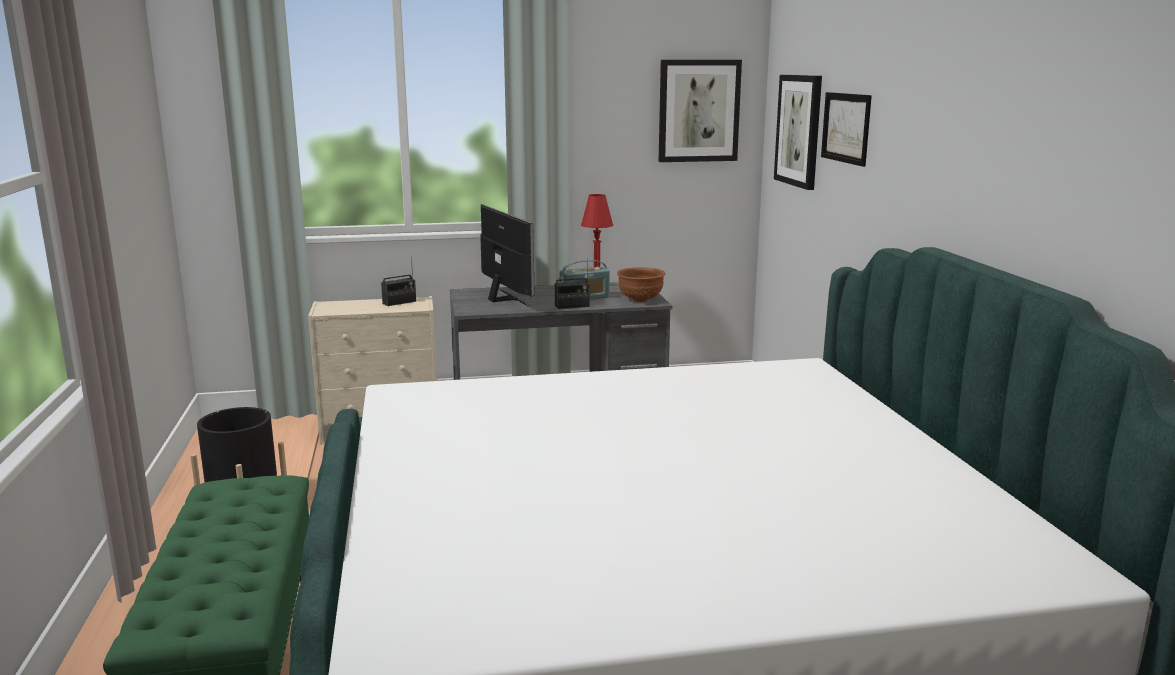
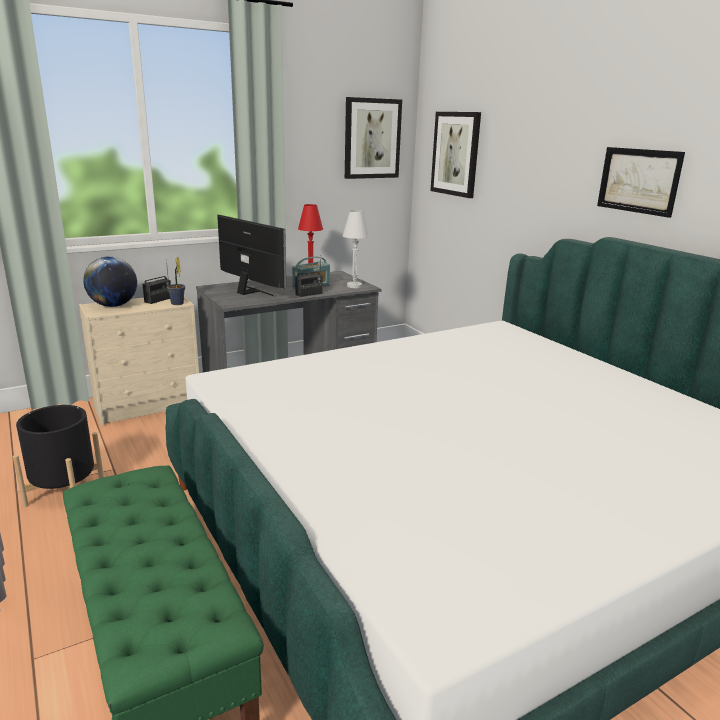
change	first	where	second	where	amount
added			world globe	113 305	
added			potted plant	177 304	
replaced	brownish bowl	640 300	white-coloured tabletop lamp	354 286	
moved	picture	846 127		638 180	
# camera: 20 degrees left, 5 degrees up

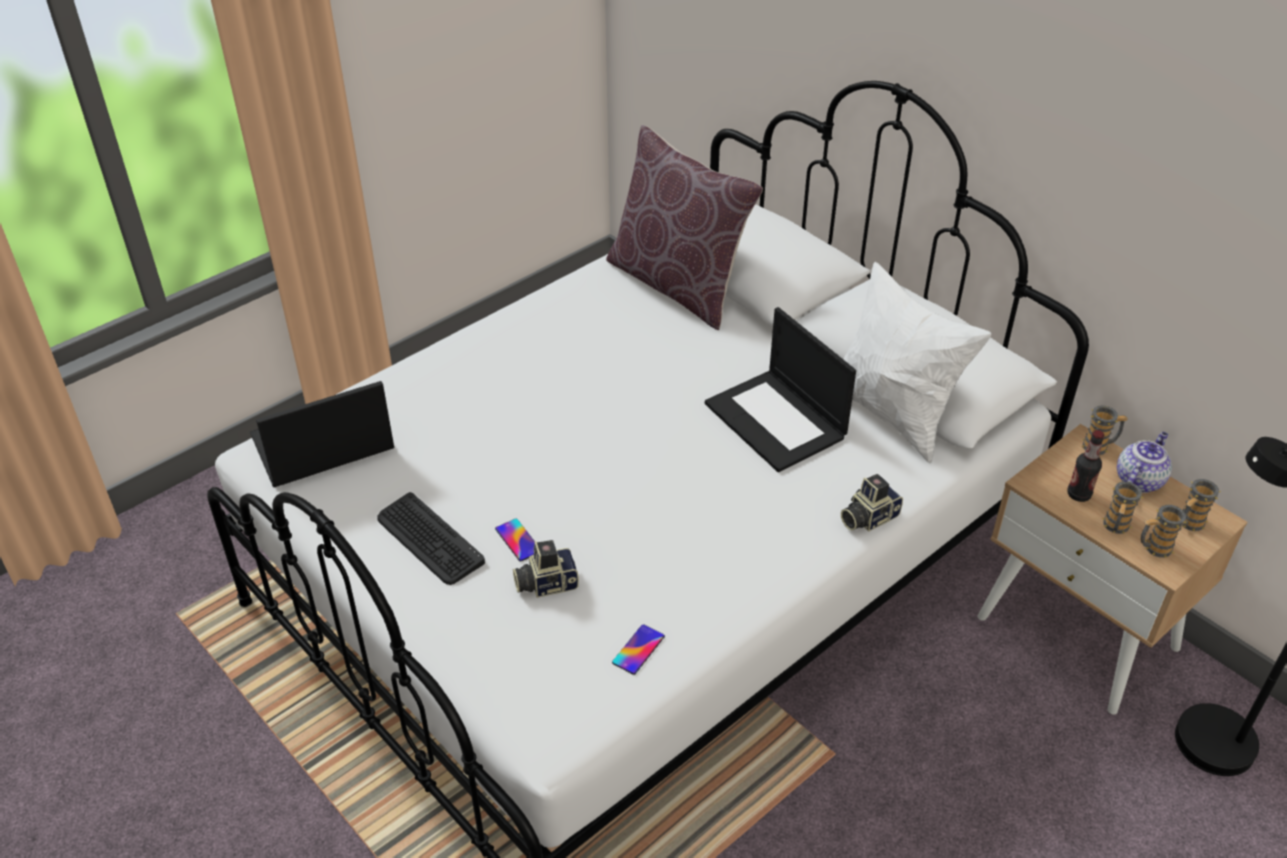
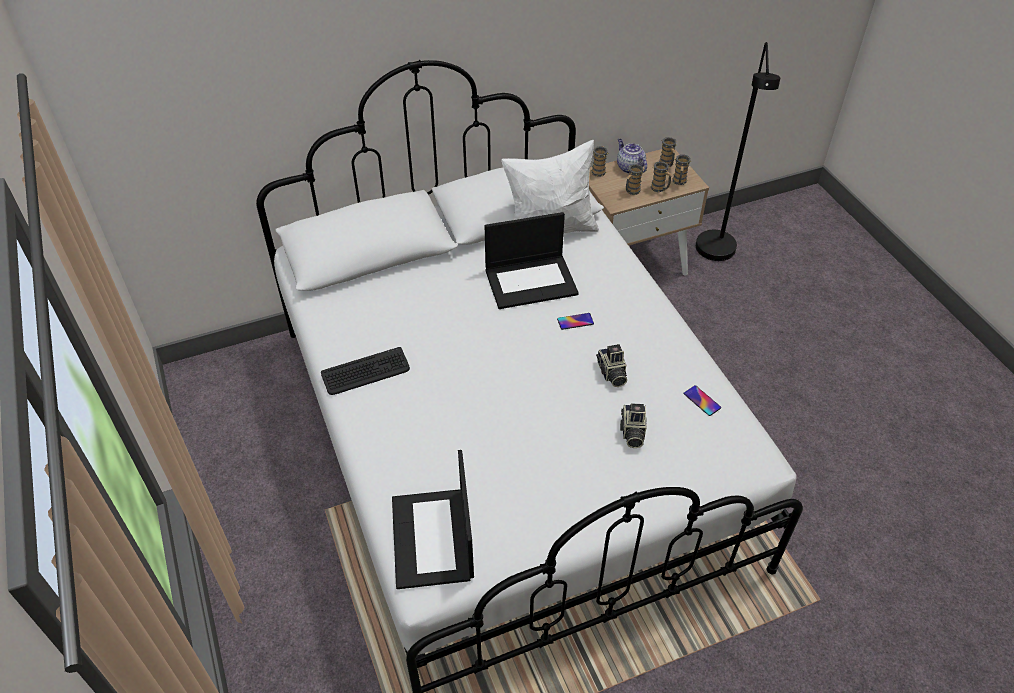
change	first	where	second	where	amount
moved	computer keyboard	429 540		366 372	
moved	phone	518 540		575 321	
moved	still camera	867 517		611 373	
replaced	beverage bottle	1078 494	coffee mug	631 191	
removed	brownish throw pillow	678 284			
# camera: 70 degrees left, 5 degrees up

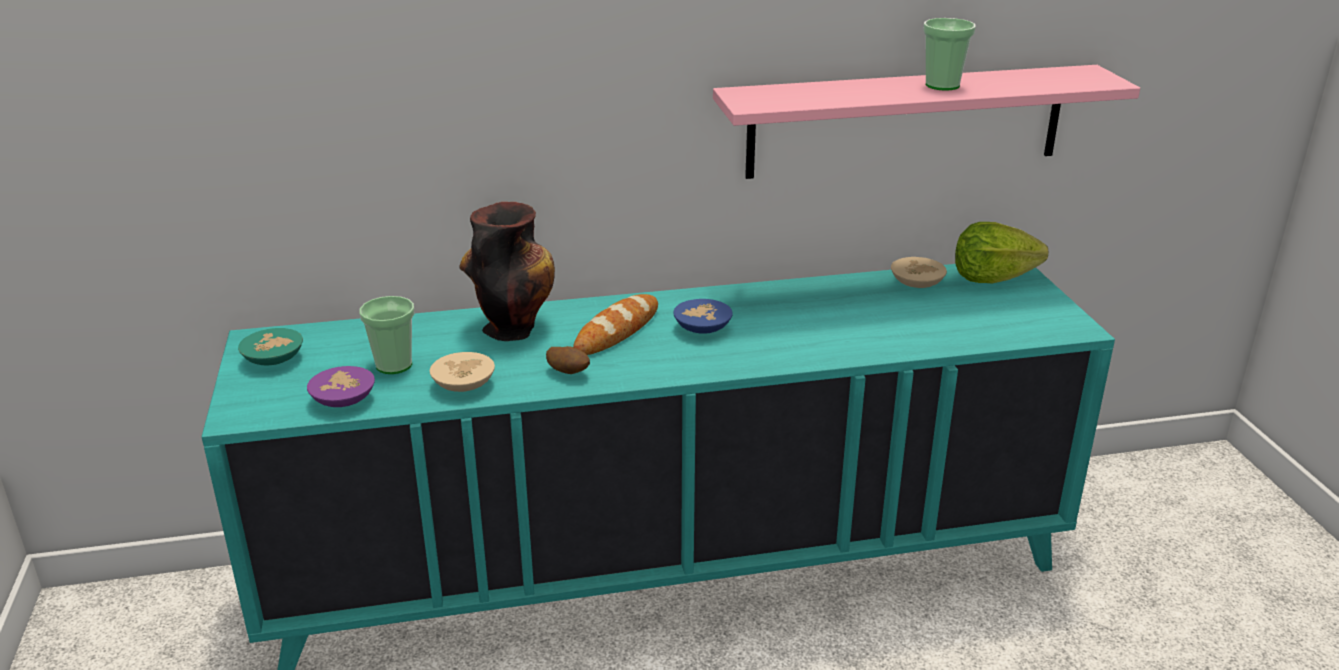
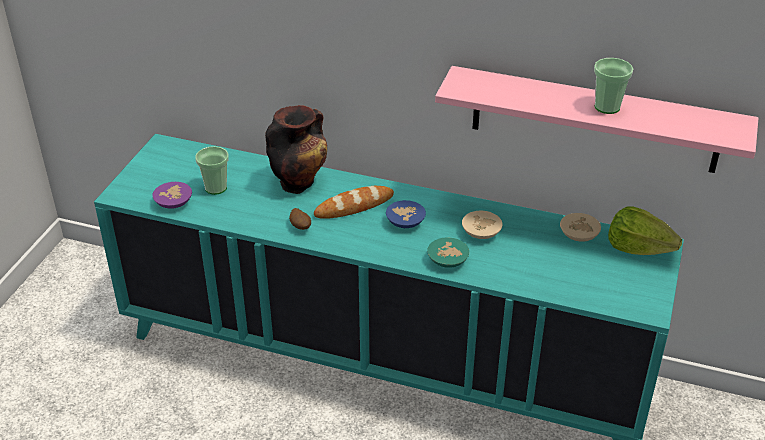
change	first	where	second	where	amount
moved	turquoise bowl	276 359		449 261	
moved	beige-coloured bowl	466 384		482 232	
# camera: 30 degrees right, 10 degrees up

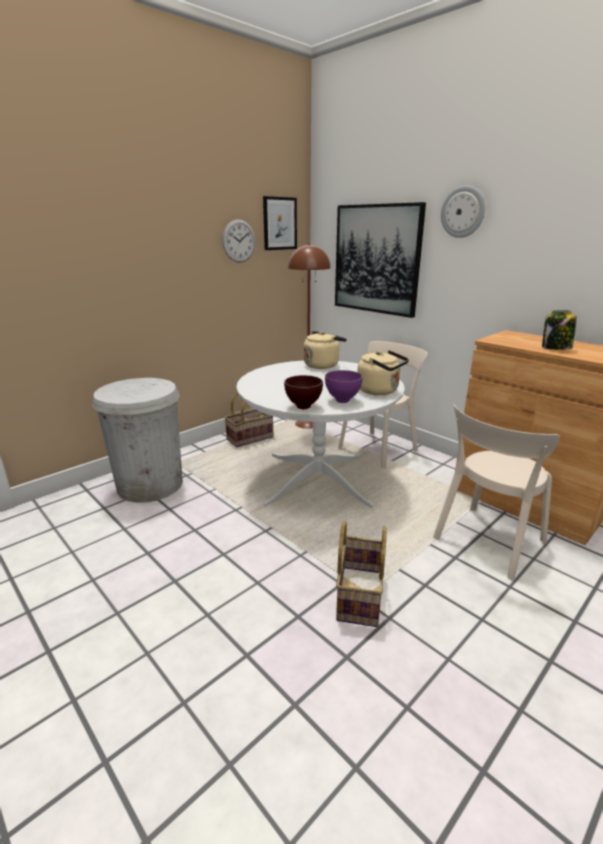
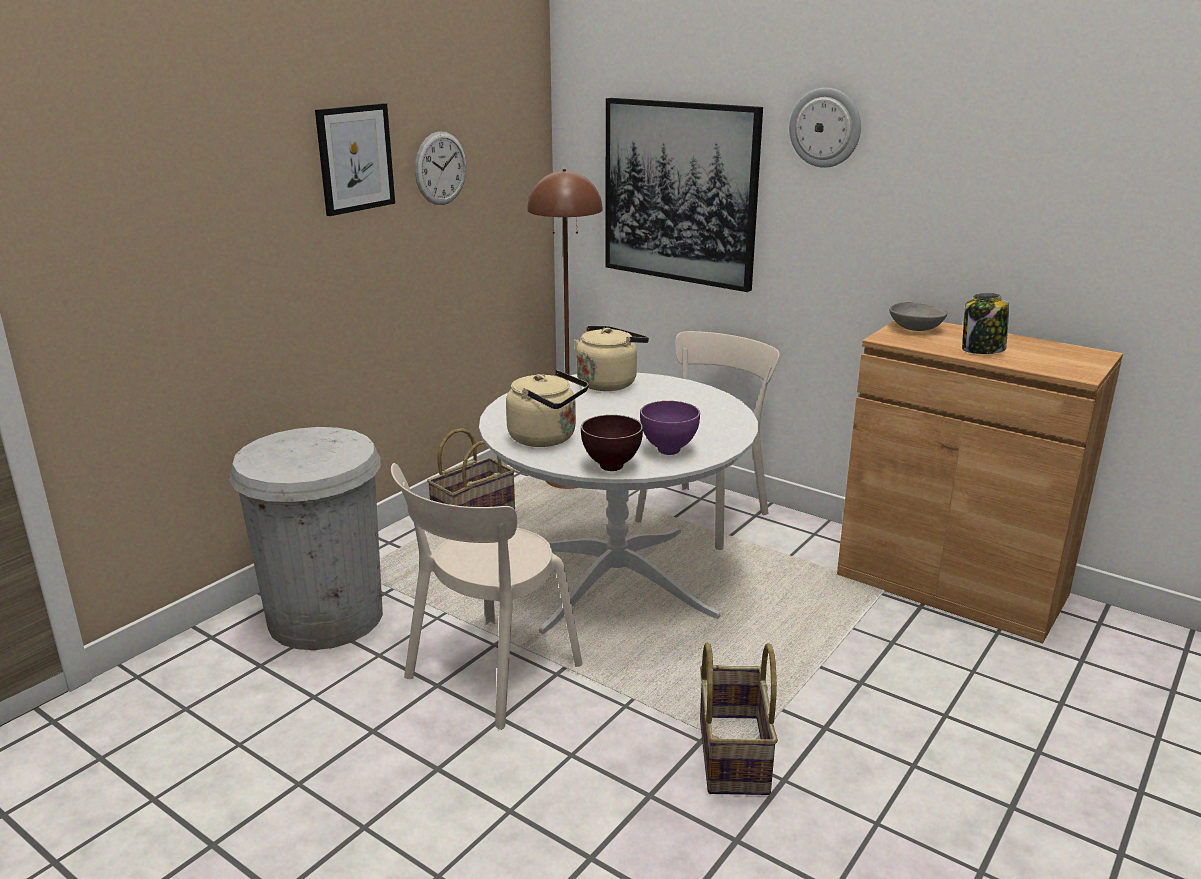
change	first	where	second	where	amount
moved	picture	280 223		355 158	
moved	beige-coloured plain chair	486 542		488 675	
moved	beige-coloured kettle	380 391		547 438	
added			grey bowl	915 329	
# camera: 10 degrees left, 0 degrees up

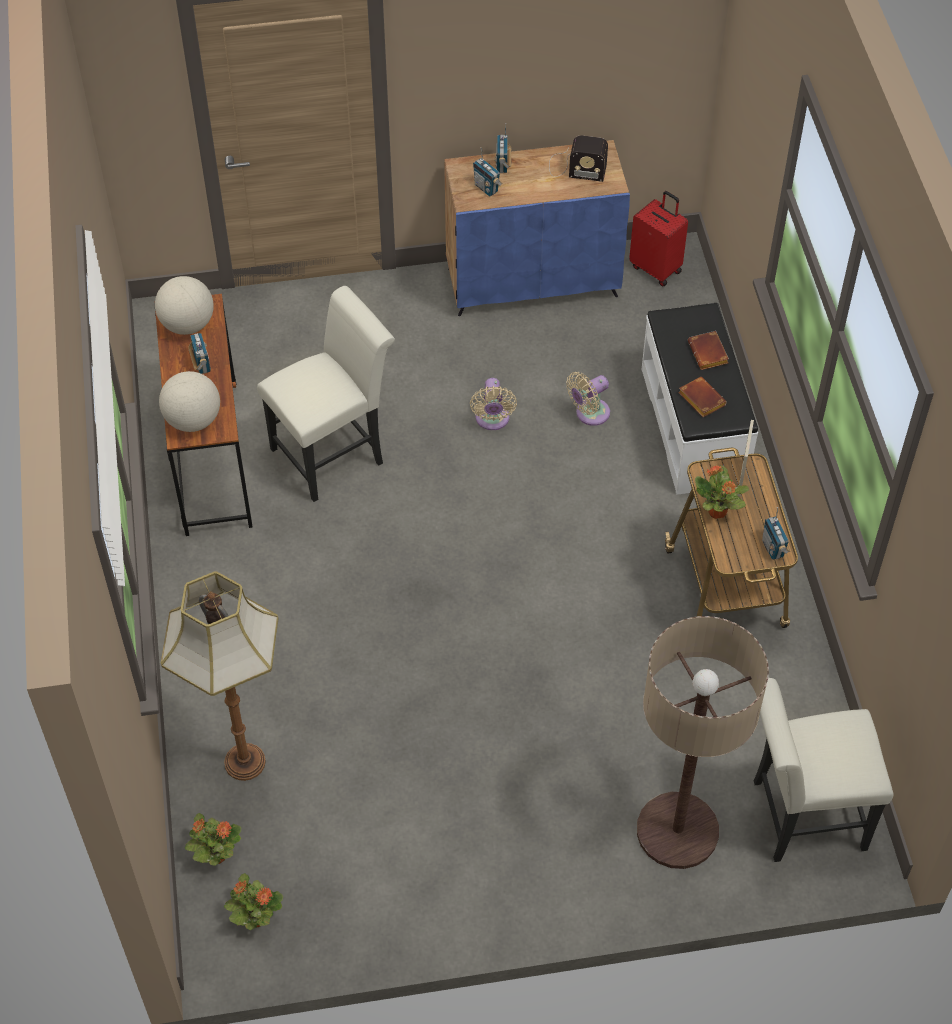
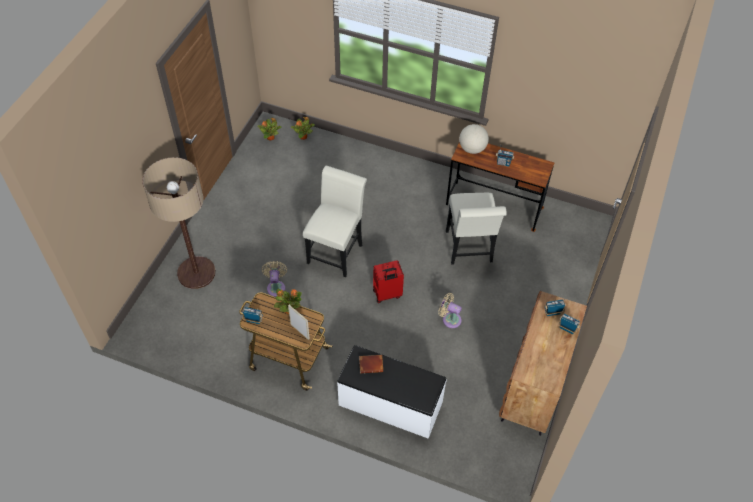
change	first	where	second	where	amount
moved	beige-coloured fan	589 414		276 286	
moved	white-coloured plain chair	799 816		336 251	
moved	red travel case	656 268		387 294	
recoloured	bluish cabinet	533 282	brownish cabinet	534 386	
removed	world globe	187 324			
removed	floor lamp	244 763			
removed	radio set	575 167			
removed	brownish book	709 354			
# camera: 120 degrees right, 0 degrees up

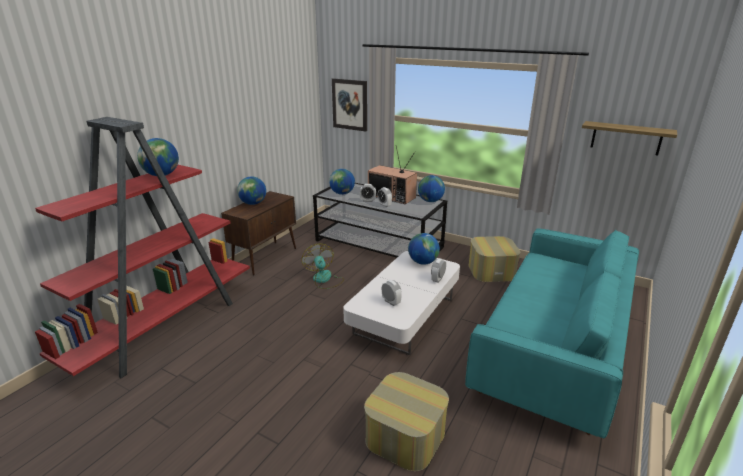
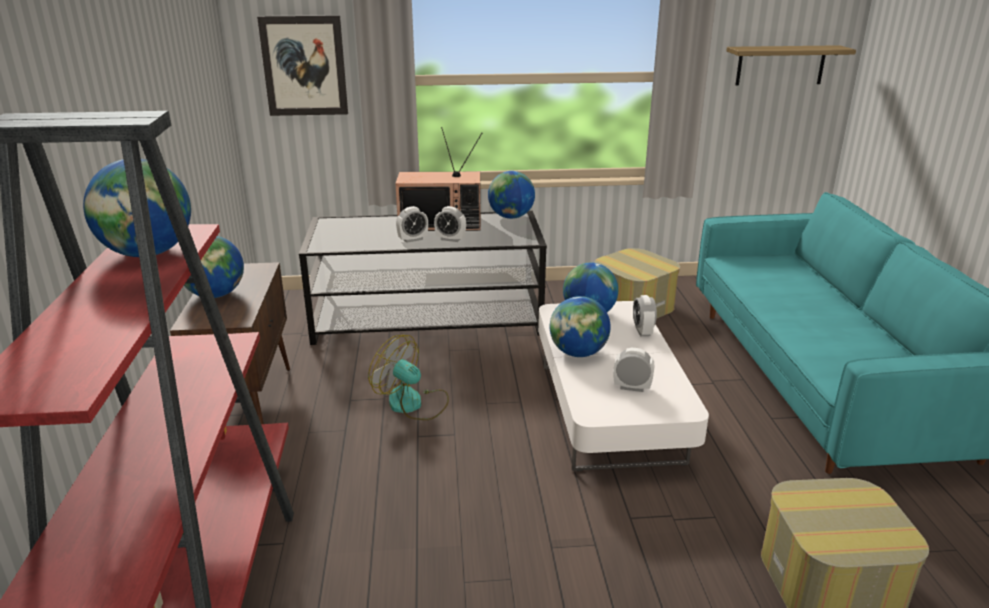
change	first	where	second	where	amount
moved	world globe	342 193		578 353	
# camera: 35 degrees left, 0 degrees up

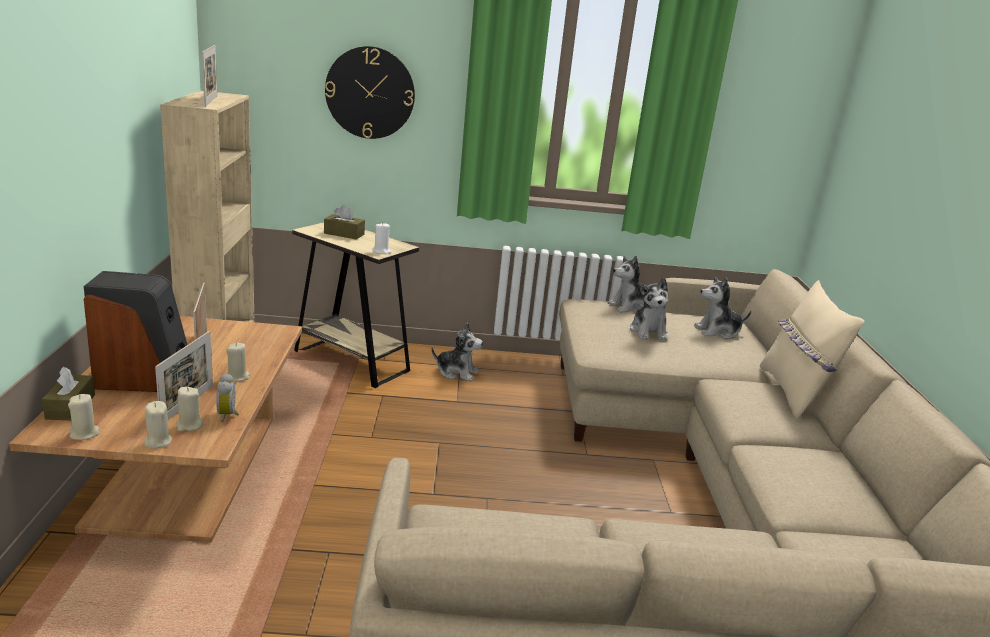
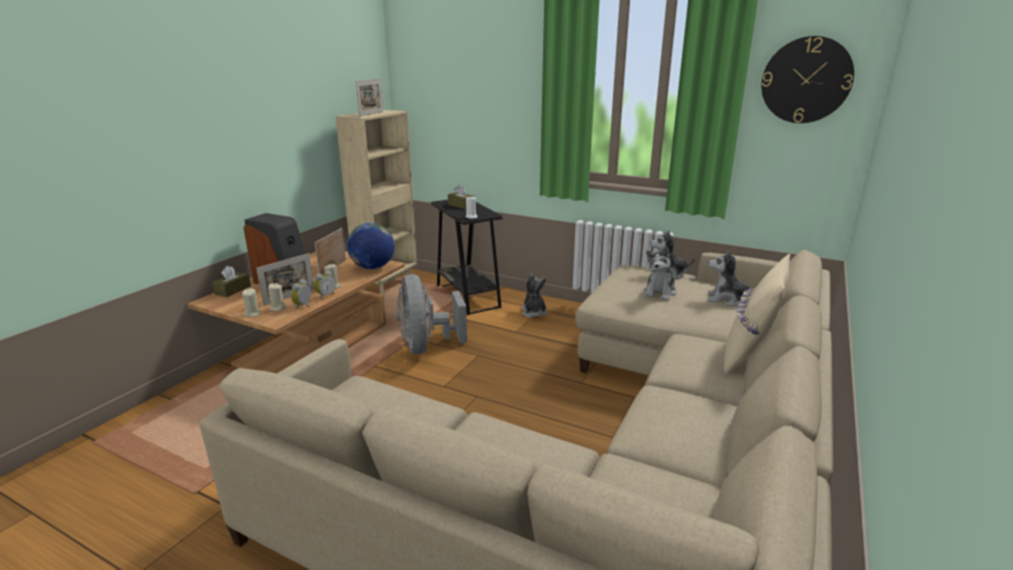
change	first	where	second	where	amount
added			bedside clock	325 296	
added			world globe	373 267	
added			grey fan	426 346	
recoloured	beige-coloured accent table	351 361	black-coloured accent table	467 296	
turned	cuddly toy	456 372		533 313	150 degrees counterclockwise
moved	clock on the wall	370 93		806 80	
removed	beige-coloured wax light	84 434			
# camera: 30 degrees right, 0 degrees up

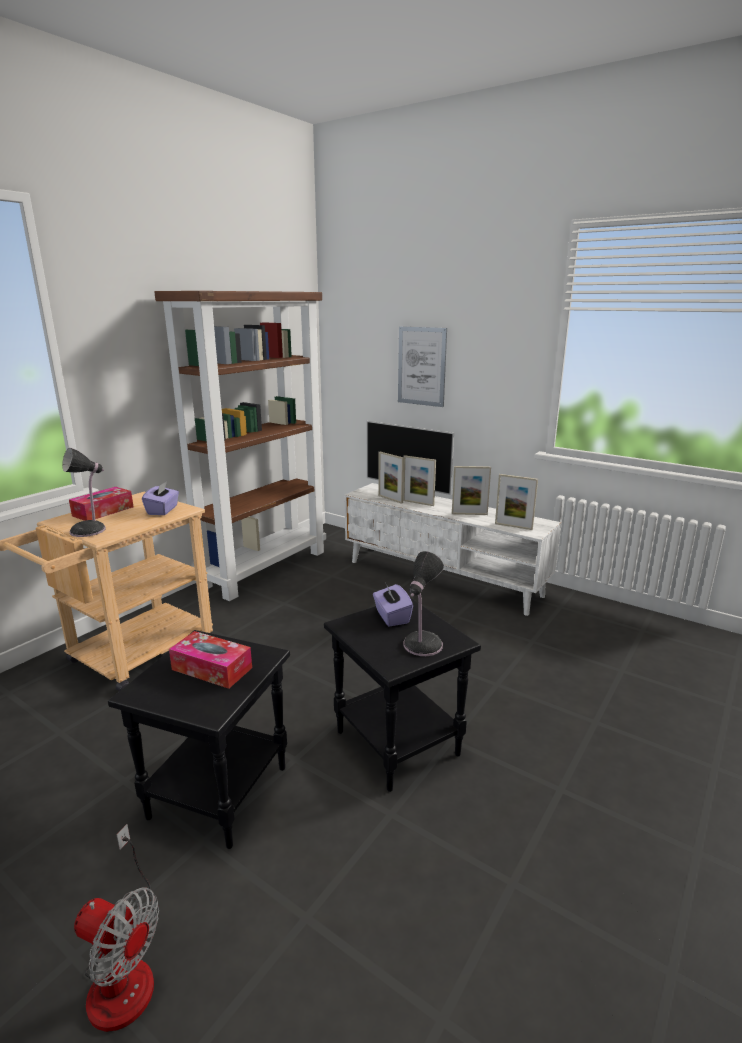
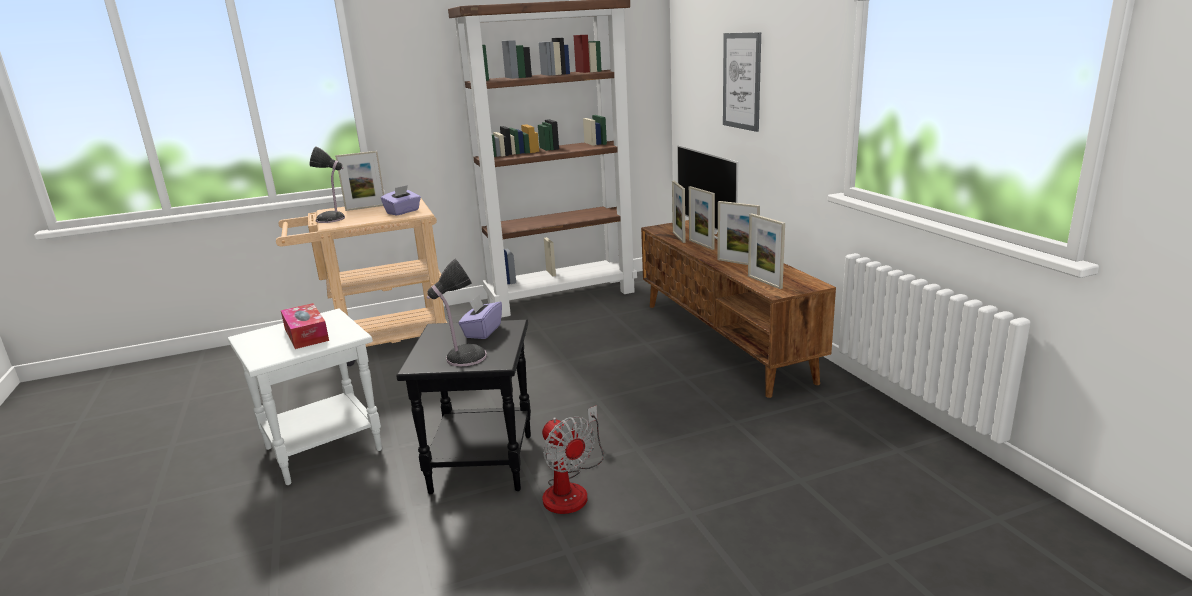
change	first	where	second	where	amount
recoloured	black-coloured accent table	218 790	white-coloured accent table	324 448	
replaced	box of tissues	103 511	photo frame	365 208	
moved	fan	124 969		571 489	
recoloured	white-coloured media console	443 578	brownish media console	724 340	
# camera: 35 degrees right, 0 degrees up

